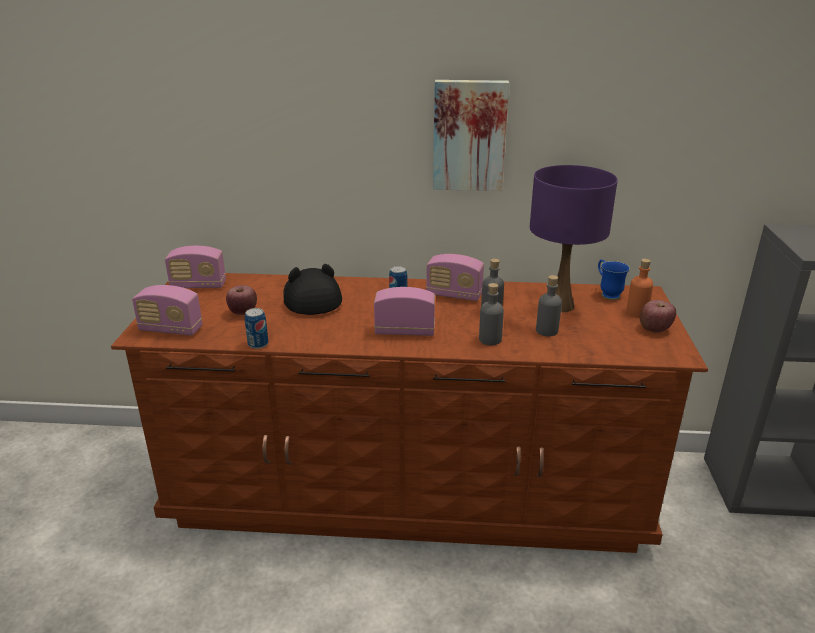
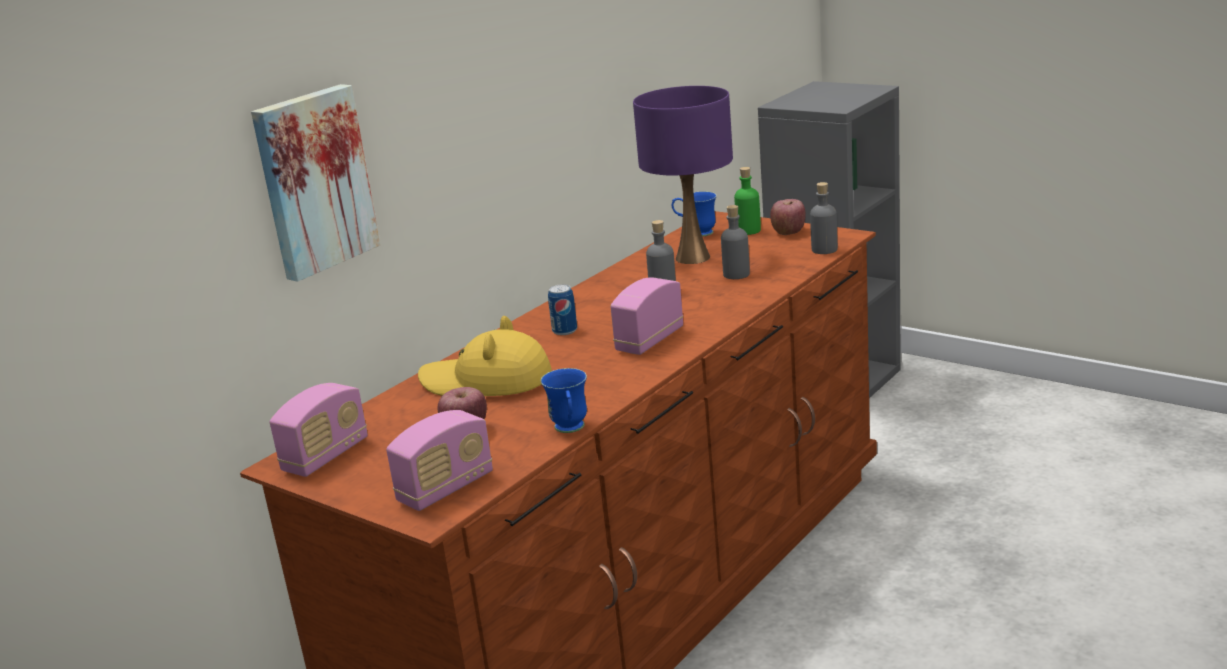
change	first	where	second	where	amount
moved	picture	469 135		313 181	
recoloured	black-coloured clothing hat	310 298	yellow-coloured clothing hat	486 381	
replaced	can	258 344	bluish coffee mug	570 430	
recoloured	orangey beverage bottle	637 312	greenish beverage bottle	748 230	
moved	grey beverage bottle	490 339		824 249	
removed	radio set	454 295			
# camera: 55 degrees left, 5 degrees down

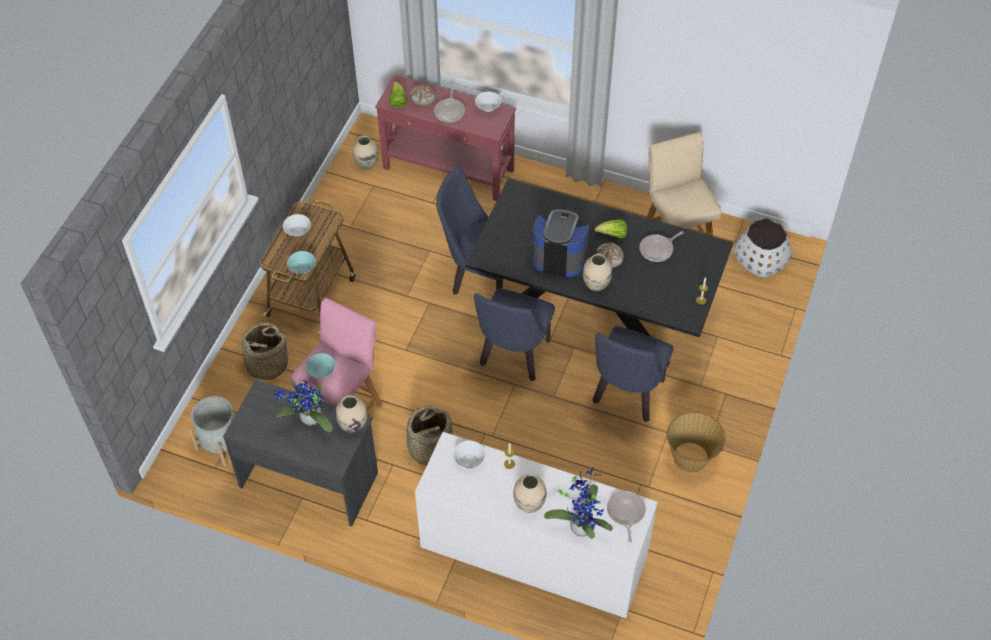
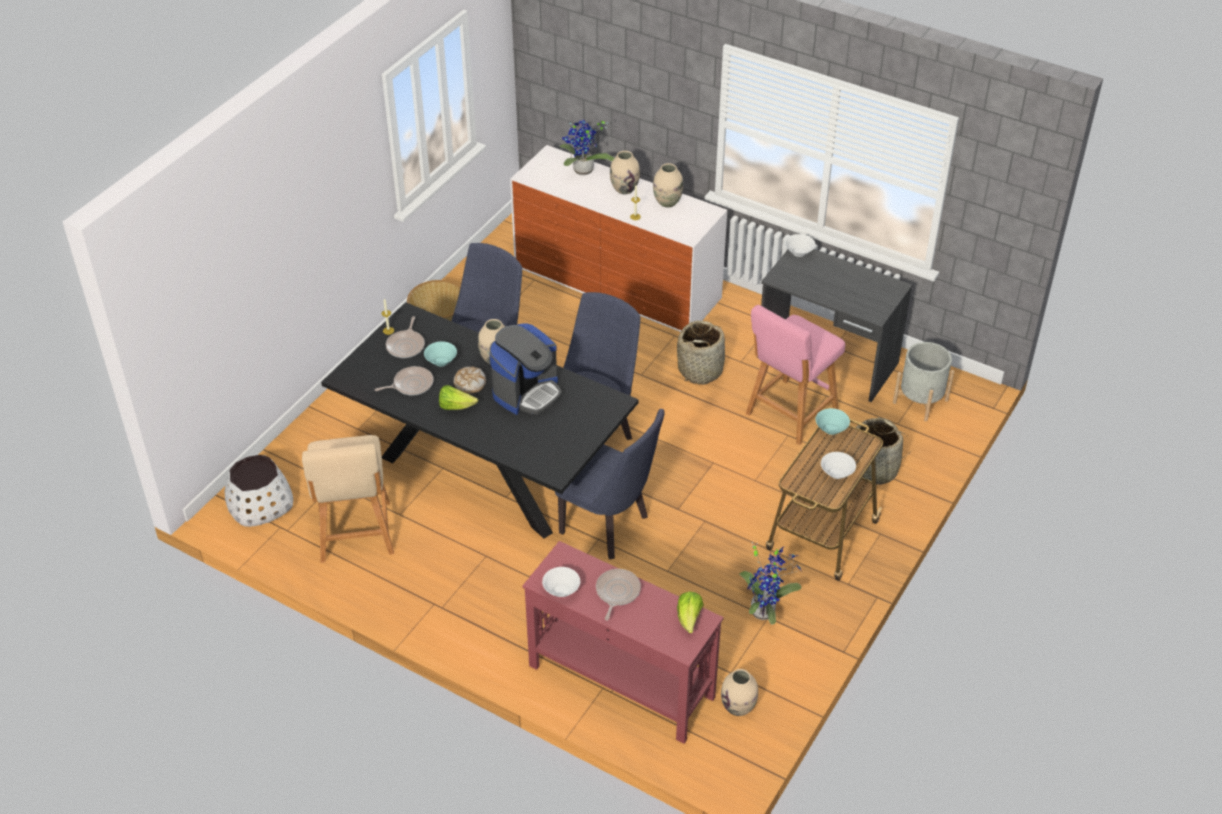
change	first	where	second	where	amount
moved	pan	625 513		406 345	
moved	turquoise bowl	322 371		441 361	
turned	coffee maker	559 256		527 392	75 degrees counterclockwise
moved	beige-coloured flower vase	353 425		667 202	
moved	potted plant	309 420		765 610	
moved	white-coloured bowl	469 460		798 252	
removed	bread	422 98			
# camera: 170 degrees left, 10 degrees down

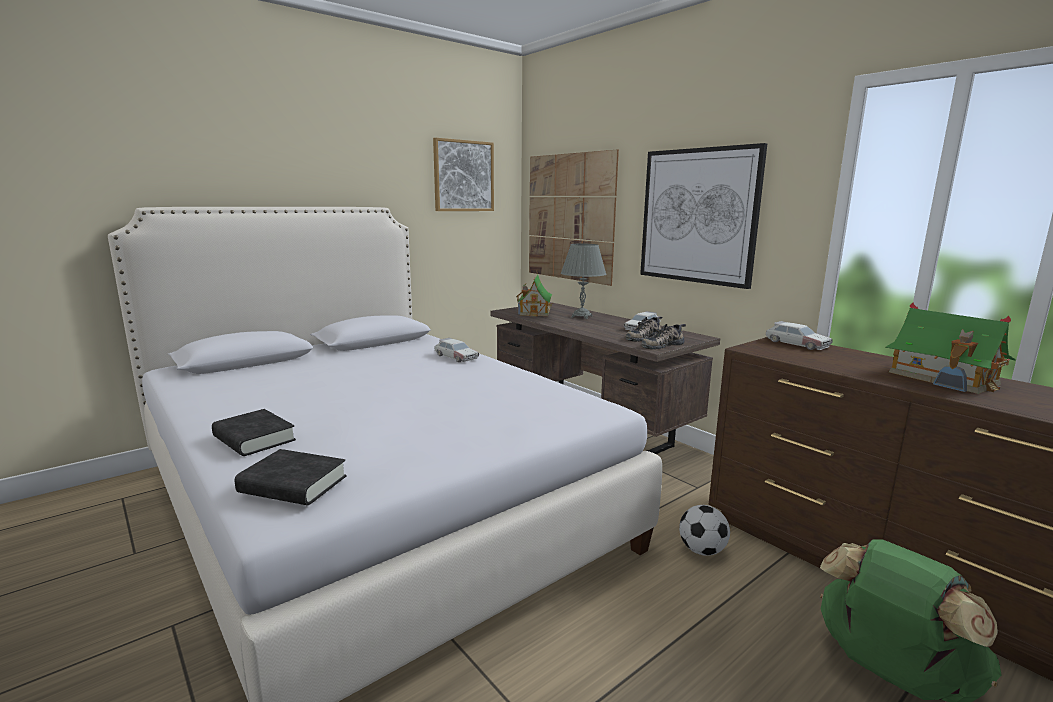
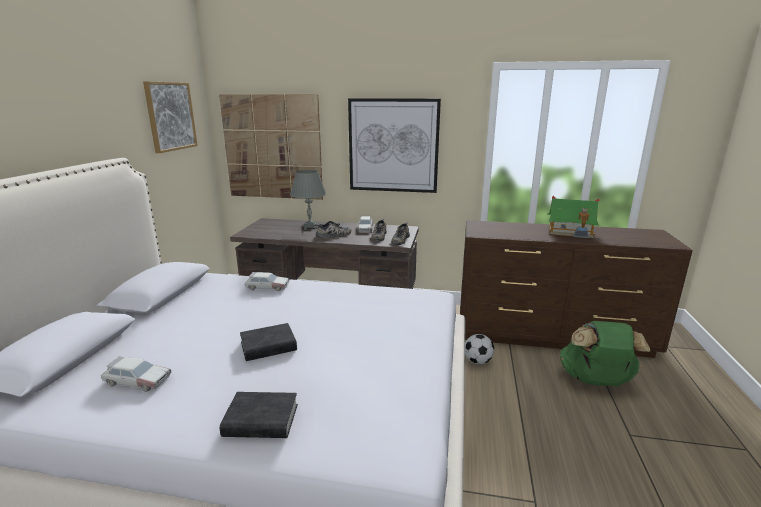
change	first	where	second	where	amount
moved	model car	796 344		137 381	
moved	black-coloured book	293 485		268 346	
added			low shoe	333 235	
removed	model house	535 311			
# camera: 40 degrees left, 5 degrees up

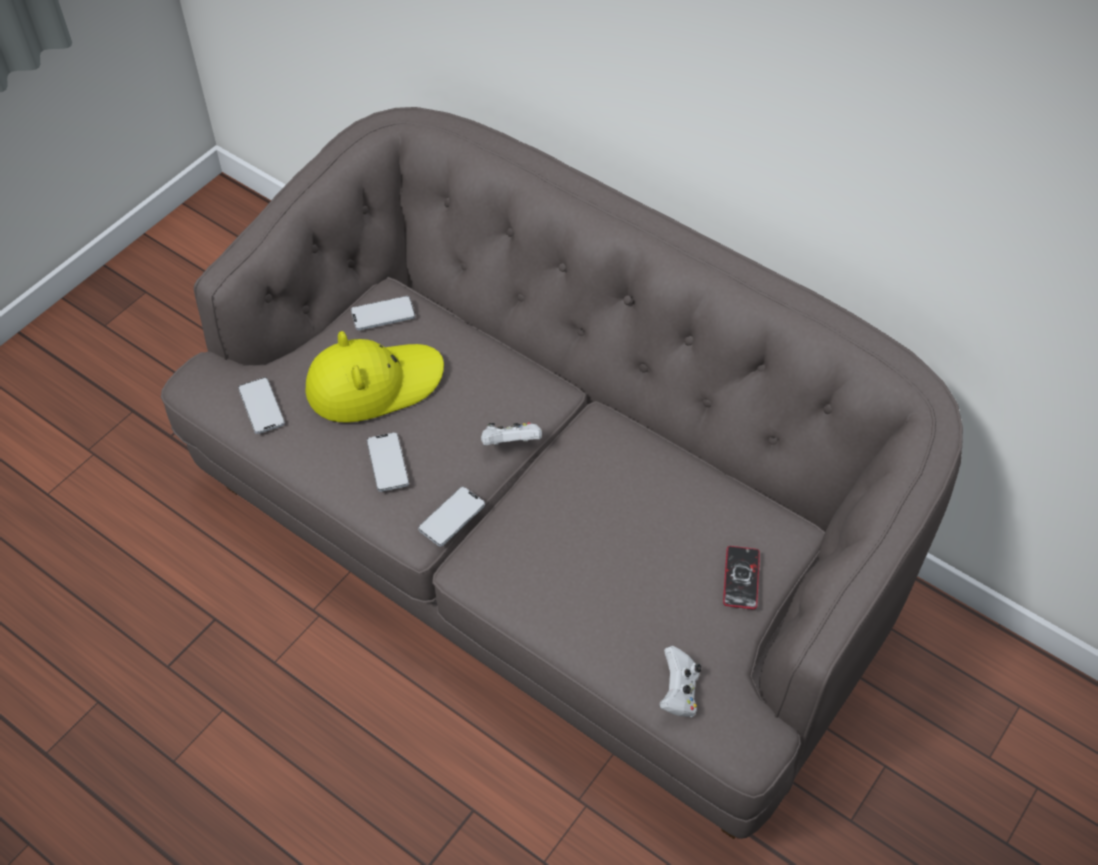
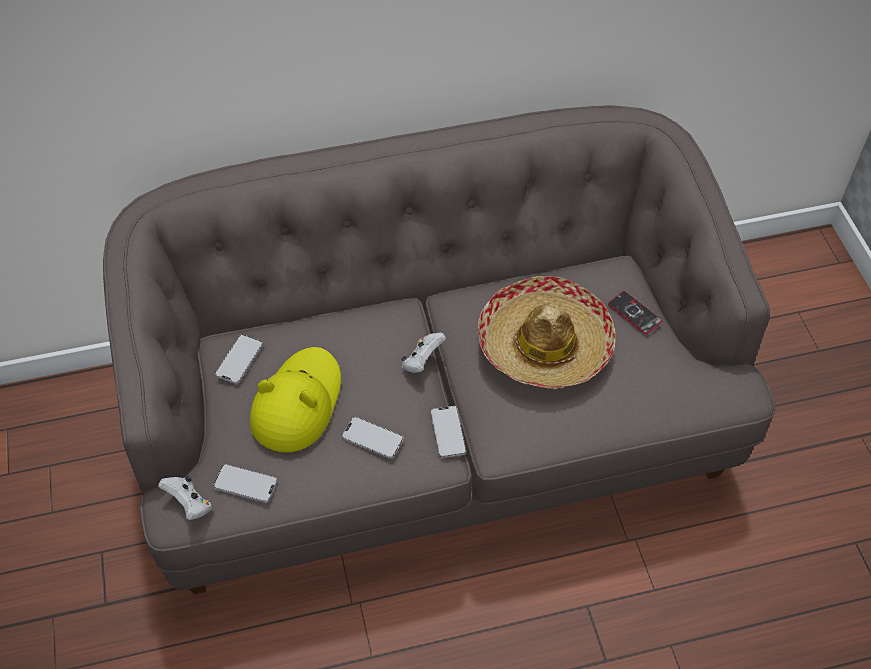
change	first	where	second	where	amount
moved	white-coloured joypad	678 693		189 504	
added			clothing hat	545 344	
# camera: 50 degrees left, 0 degrees up

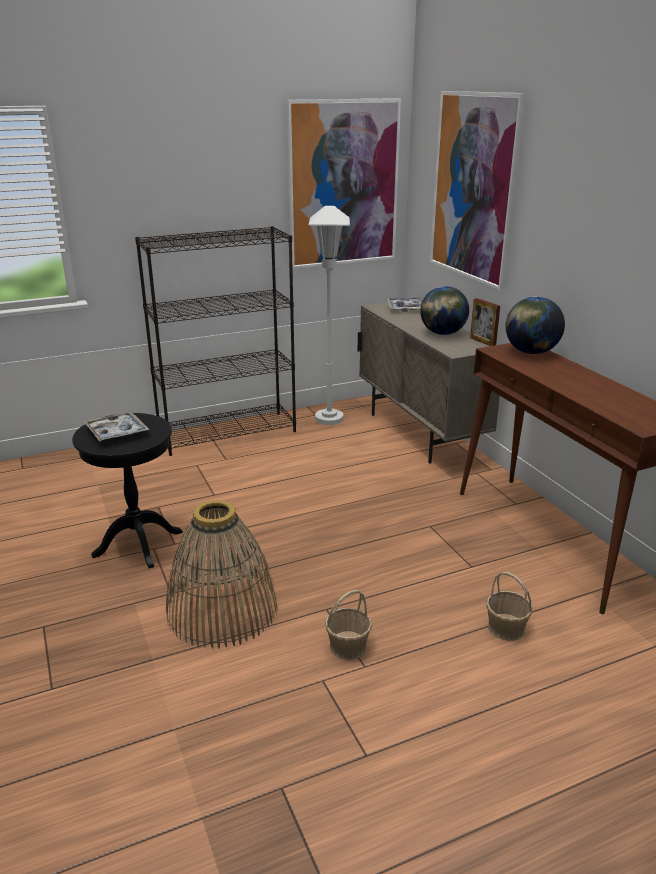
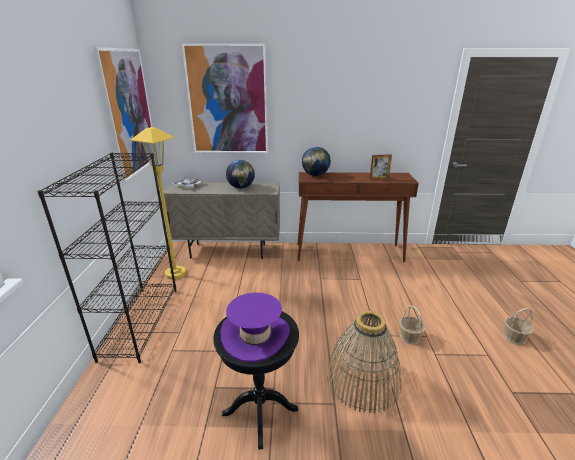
change	first	where	second	where	amount
recoloured	white-coloured floor lamp	329 418	yellow-coloured floor lamp	175 273	
replaced	carrying tray	117 432	purple clothing hat	255 336	
moved	photo frame	482 342		379 178	
moved	basket	506 628		514 337	
# camera: 65 degrees left, 0 degrees up

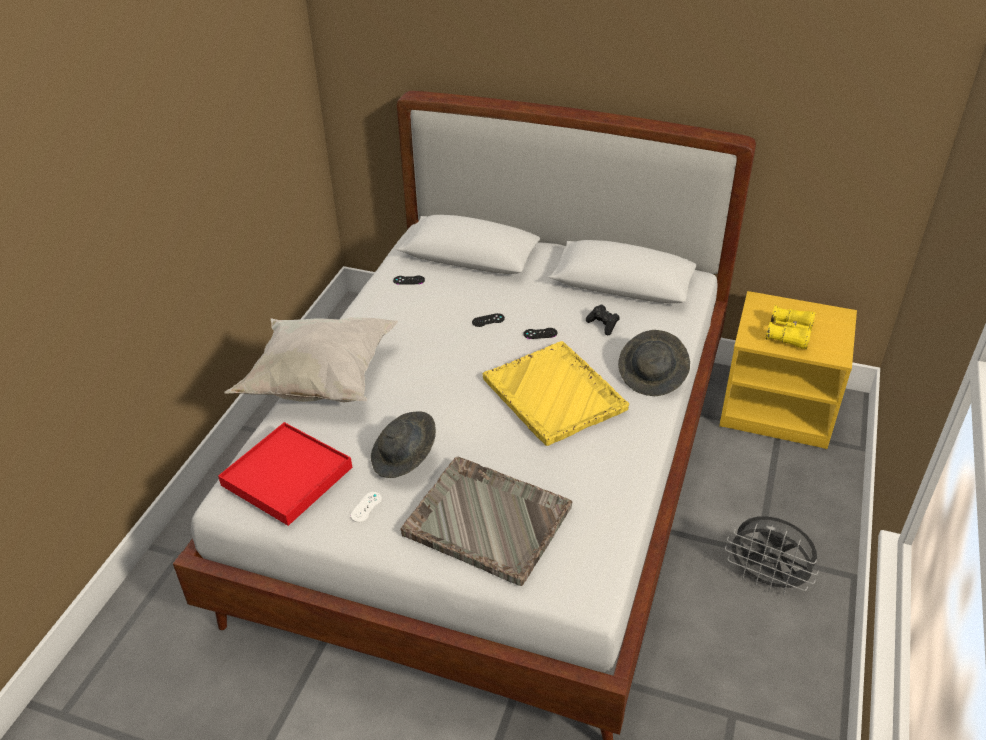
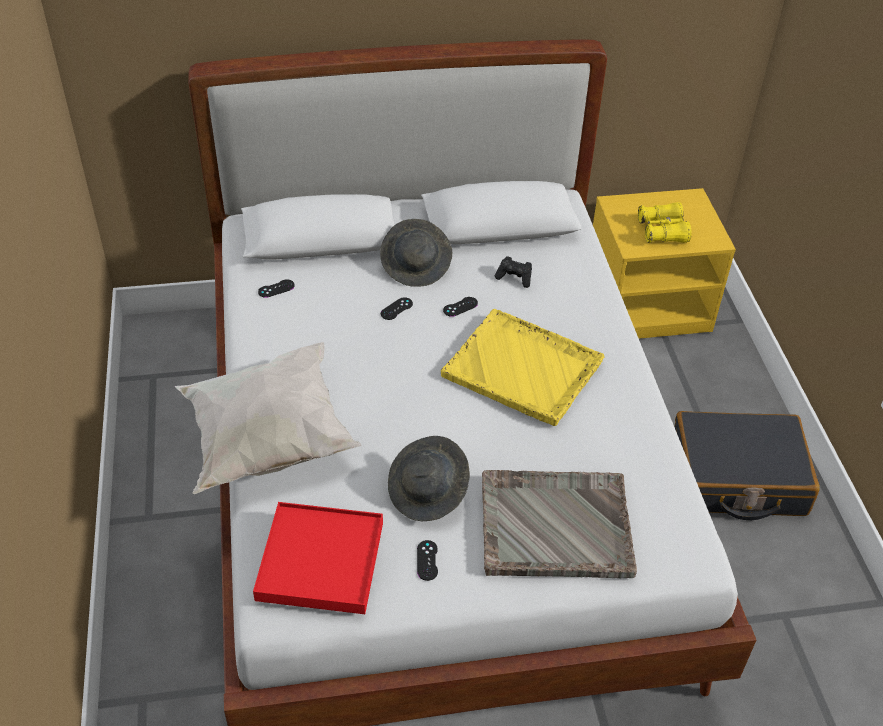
change	first	where	second	where	amount
moved	grey clothing hat	653 376		416 266	
recoloured	white-coloured joypad	366 507	black-coloured joypad	427 560	
replaced	grey fan	766 580	black-coloured travel case	737 478	
# camera: 30 degrees left, 5 degrees up

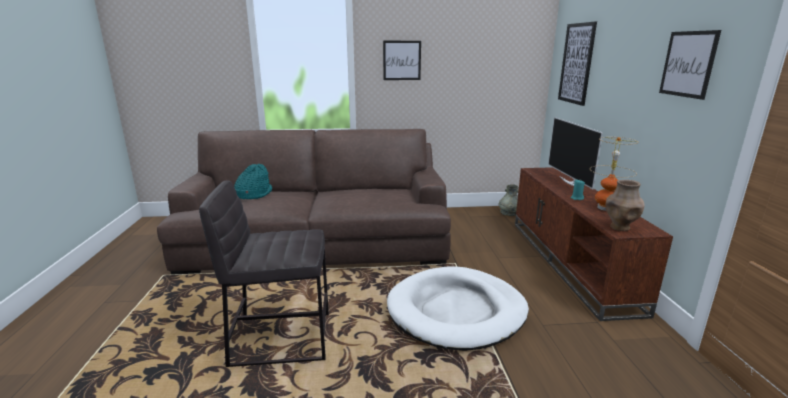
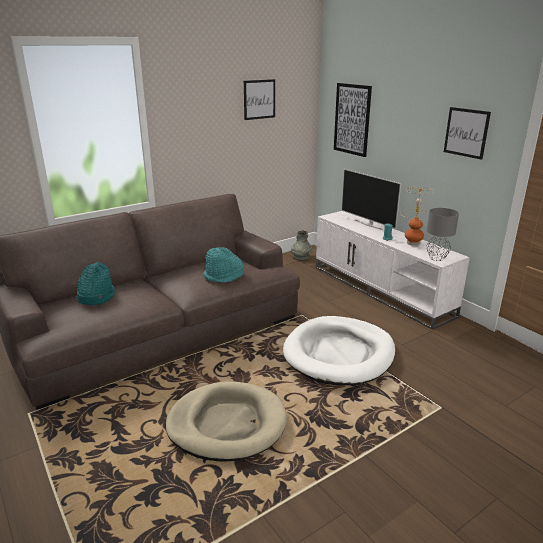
change	first	where	second	where	amount
replaced	grey stool	281 338	beige-coloured dog bed	227 424	
added			turquoise clothing hat	223 276	
moved	picture	402 60		259 99	
recoloured	brownish media console	571 262	white-coloured media console	381 290	
replaced	brownish flower vase	619 227	grey tabletop lamp	436 258	
# camera: 30 degrees left, 5 degrees up

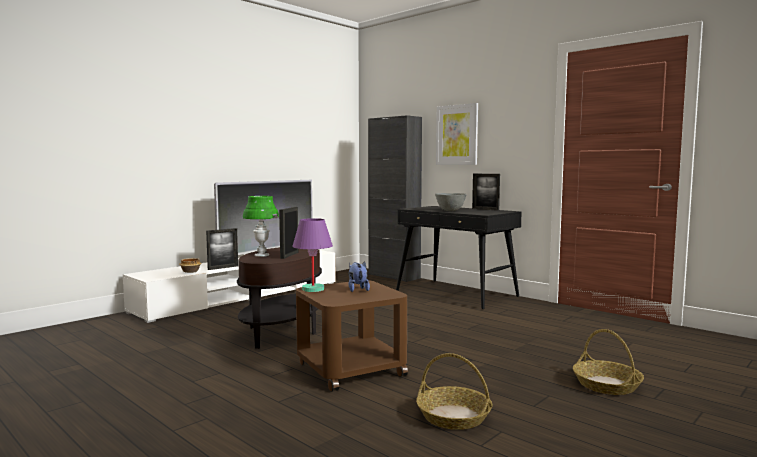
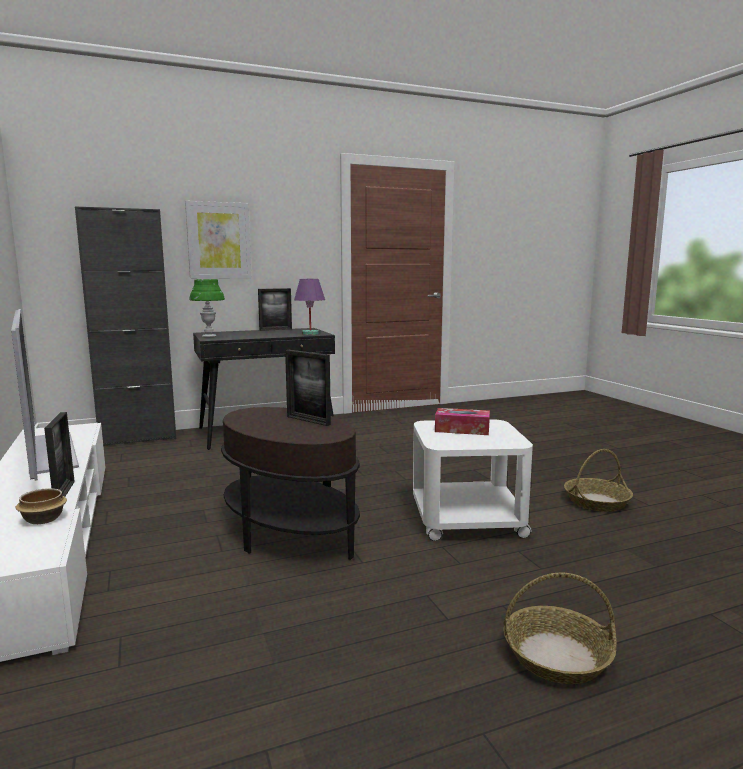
change	first	where	second	where	amount
moved	greenish tabletop lamp	261 255		209 336	
moved	purple tabletop lamp	313 289		310 333	
recoloured	brownish accent table	350 369	white-coloured accent table	466 519	
replaced	cuddly toy	357 289	box of tissues	462 429	
moved	basket	606 385		556 656	
removed	grey bowl	450 210			
# camera: 65 degrees left, 5 degrees up

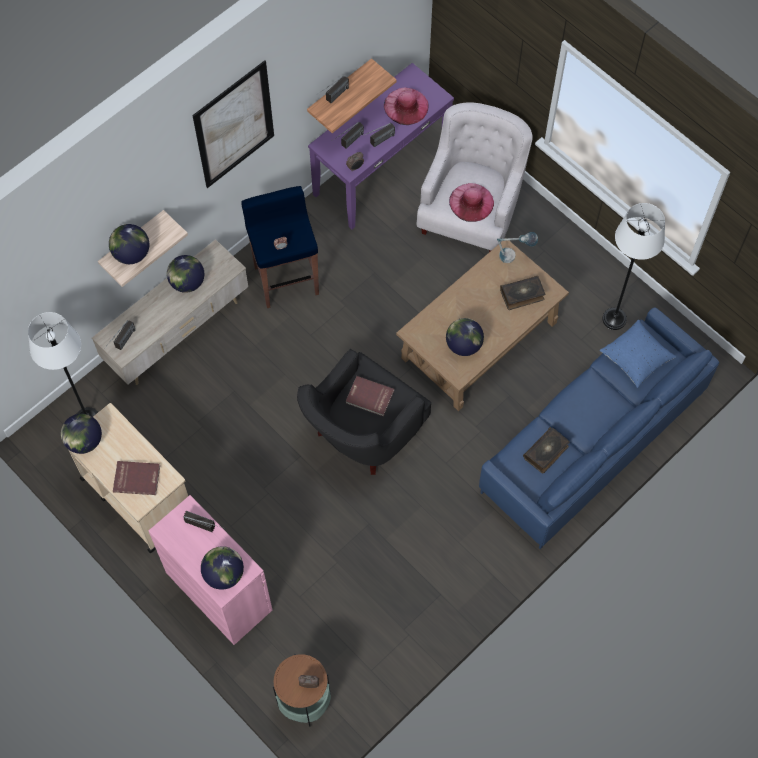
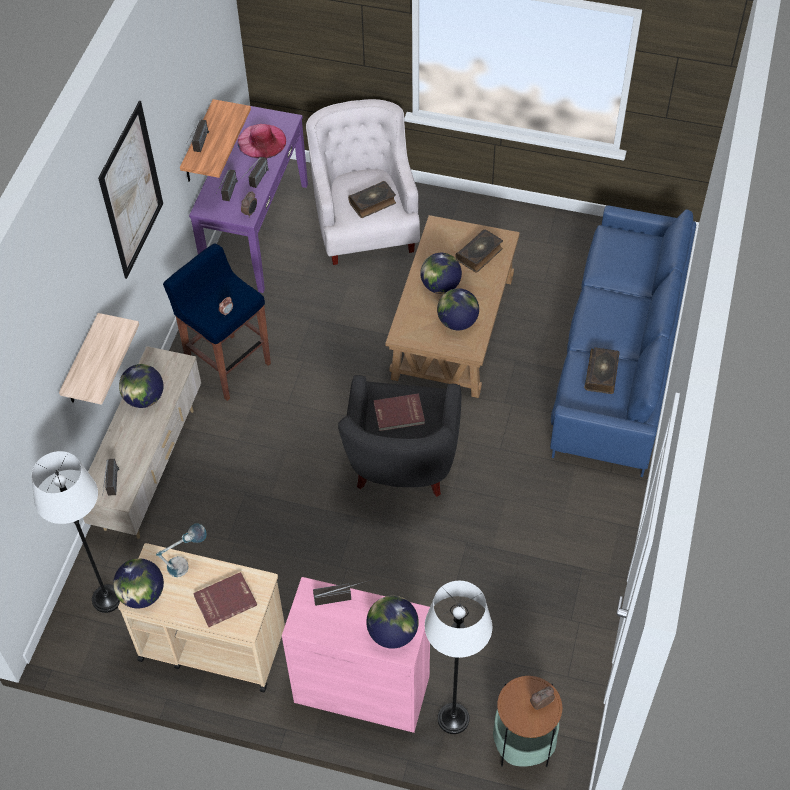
change	first	where	second	where	amount
moved	tabletop lamp	514 257		187 564	
replaced	pink-coloured clothing hat	471 202	book	372 203	
moved	world globe	131 254		440 286	
moved	white-coloured floor lamp	614 319		453 719	
removed	bluish throw pillow	636 358			
# camera: 30 degrees left, 10 degrees down

